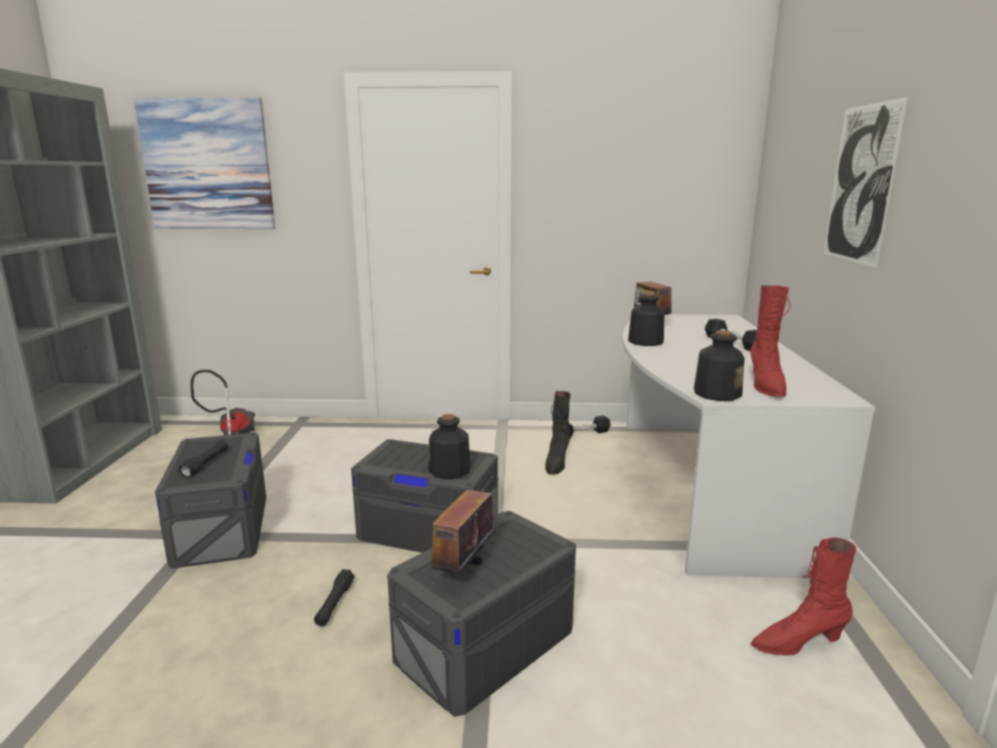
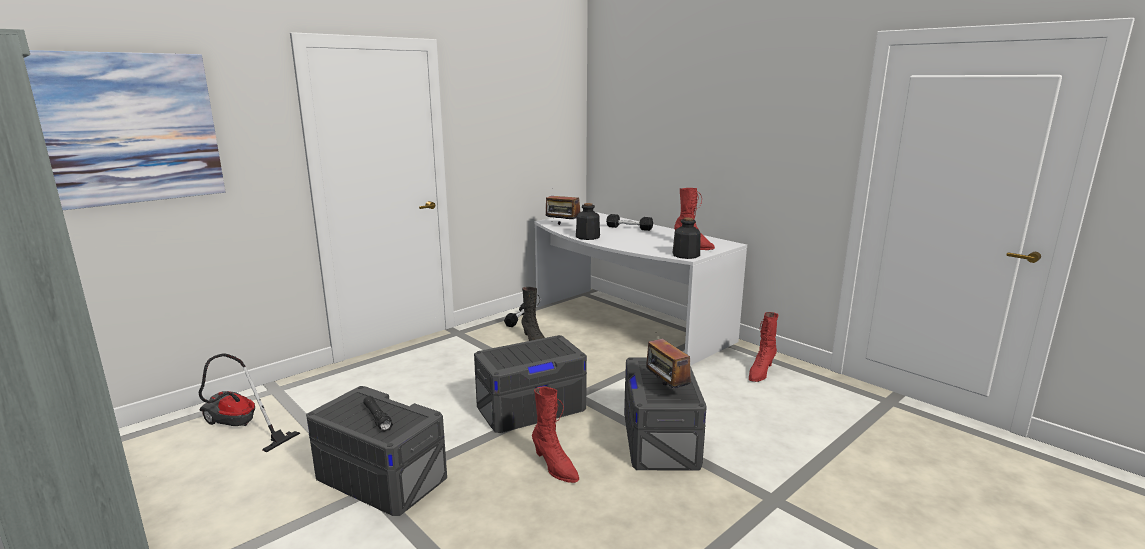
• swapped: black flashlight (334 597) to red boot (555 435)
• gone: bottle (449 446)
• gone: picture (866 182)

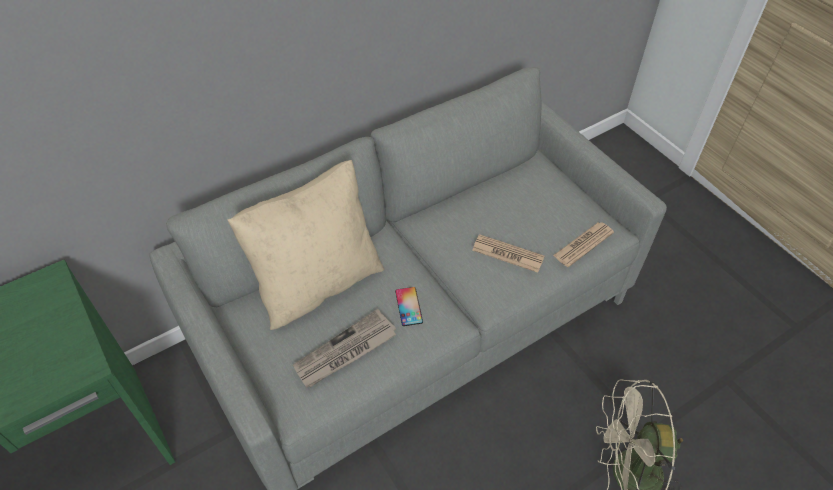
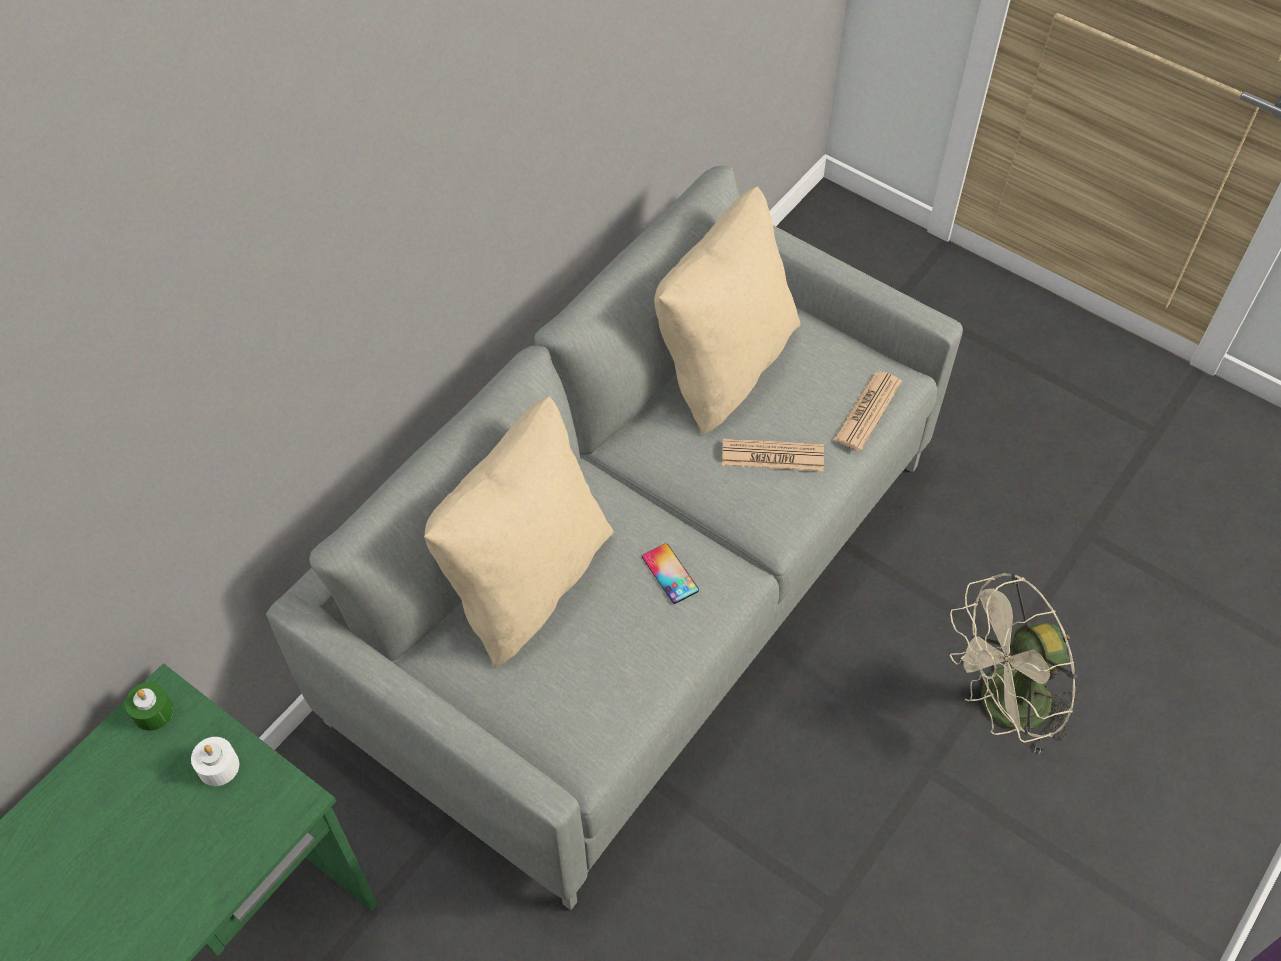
• gone: newspaper (344 348)
• new: green candle (149 706)
• new: white candle (215 761)
• new: beige pillow (727 311)

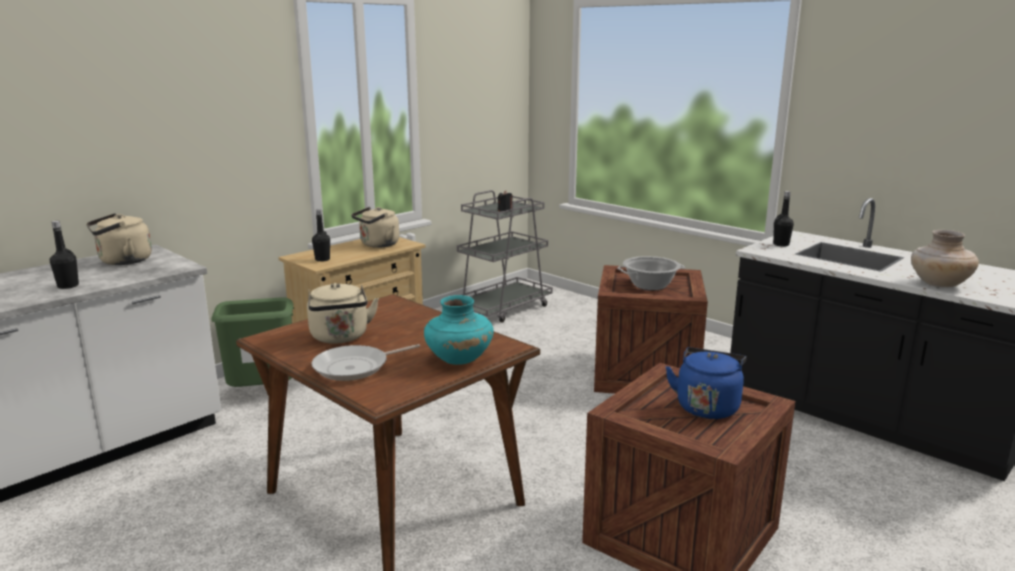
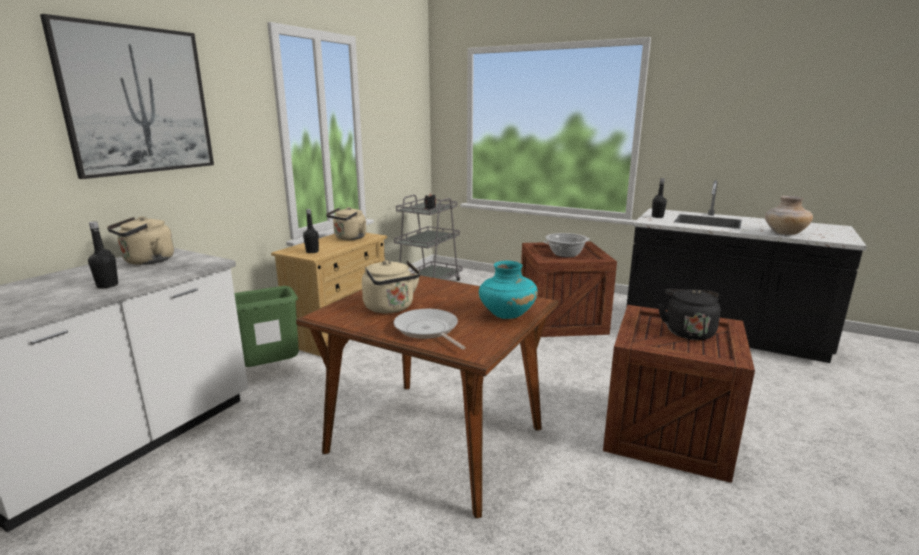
• rotated: frying pan (366 362) = (430 329) 105 degrees clockwise
• repainted: blue kettle (705 383) to black kettle (689 314)
• new: picture (127 96)

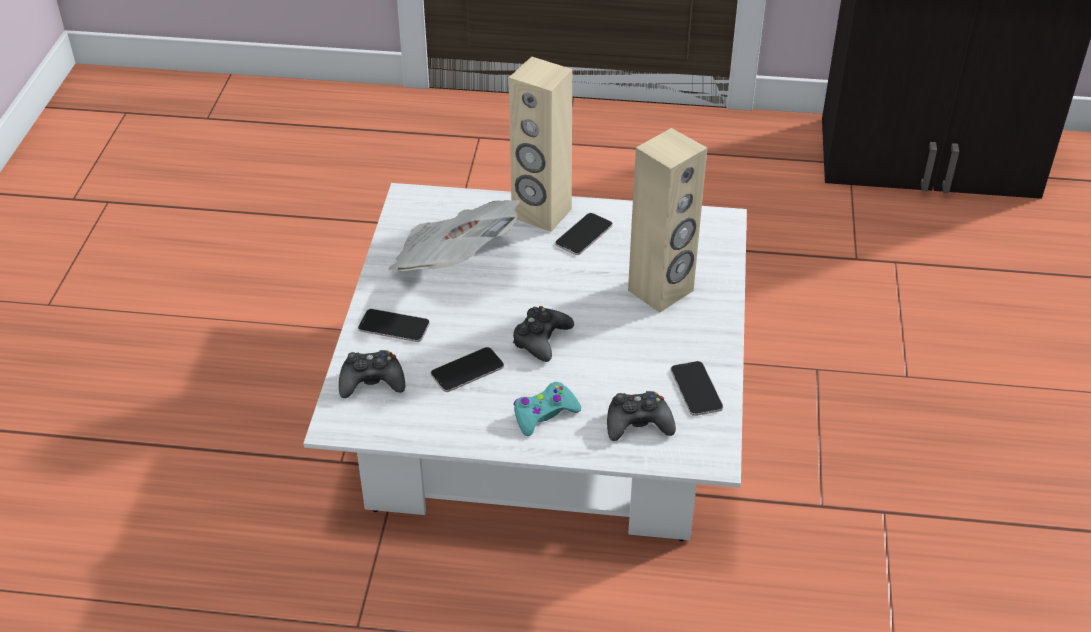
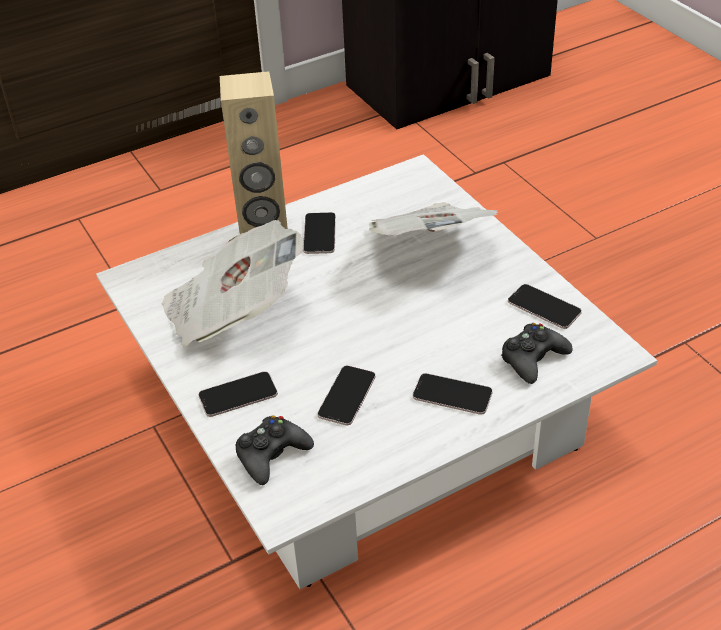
• gone: black game controller (543 334)
• swapped: turquoise game controller (547 409) to phone (453 394)
• swapped: beige speaker (667 220) to newspaper (433 218)

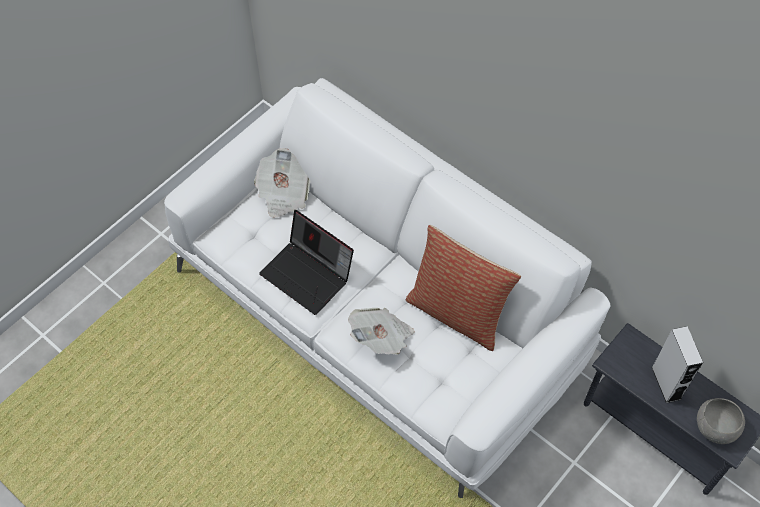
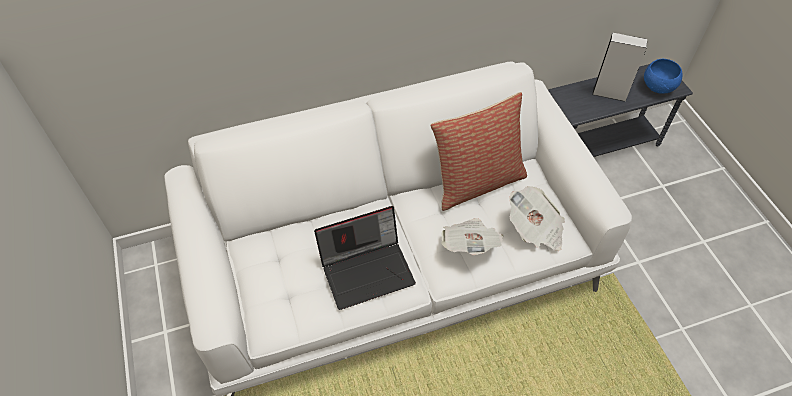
• shifted: newspaper (282 183) to (537 218)
• repainted: grey bowl (721 421) to blue bowl (663 76)

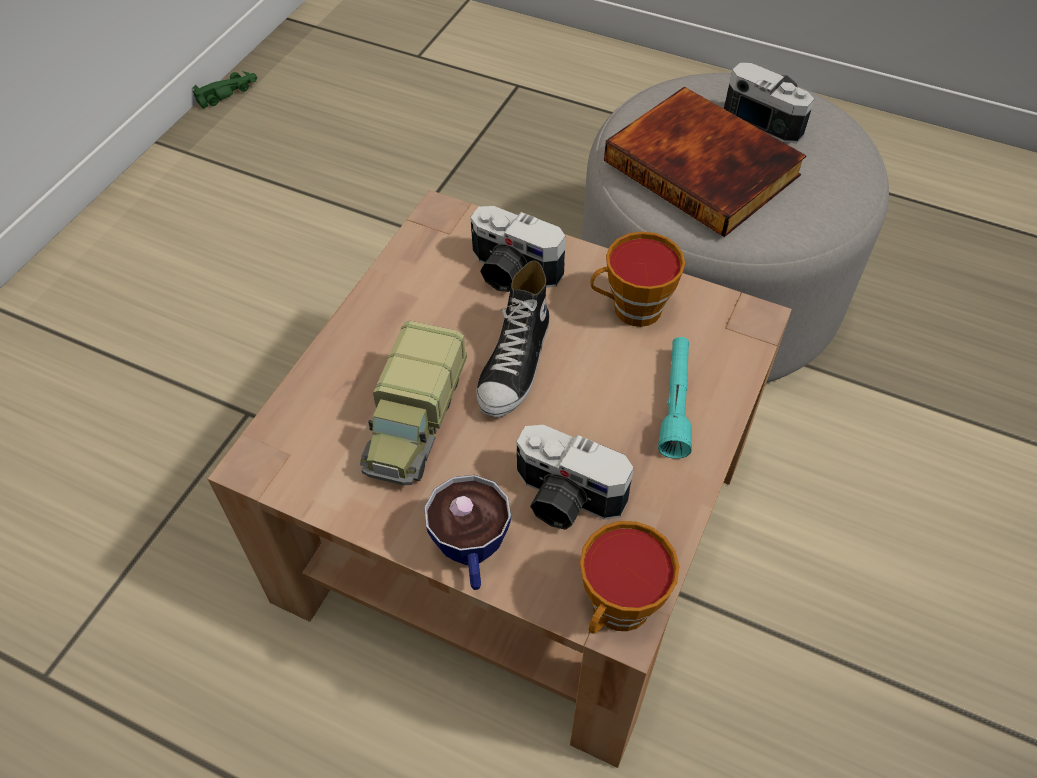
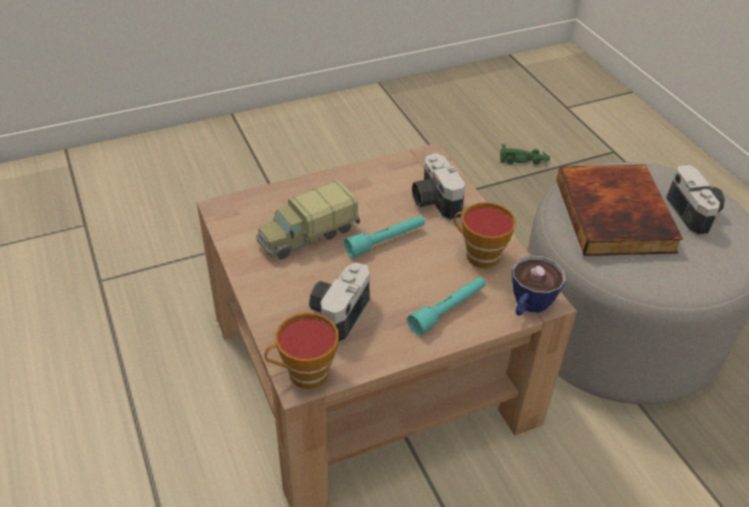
• shifted: green toy car (225 90) to (525 154)
• shifted: cup (467 532) to (539 285)
• swapped: shoe (513 339) to turquoise flashlight (384 236)
• rotated: photo camera (575 477) = (339 303) 45 degrees clockwise

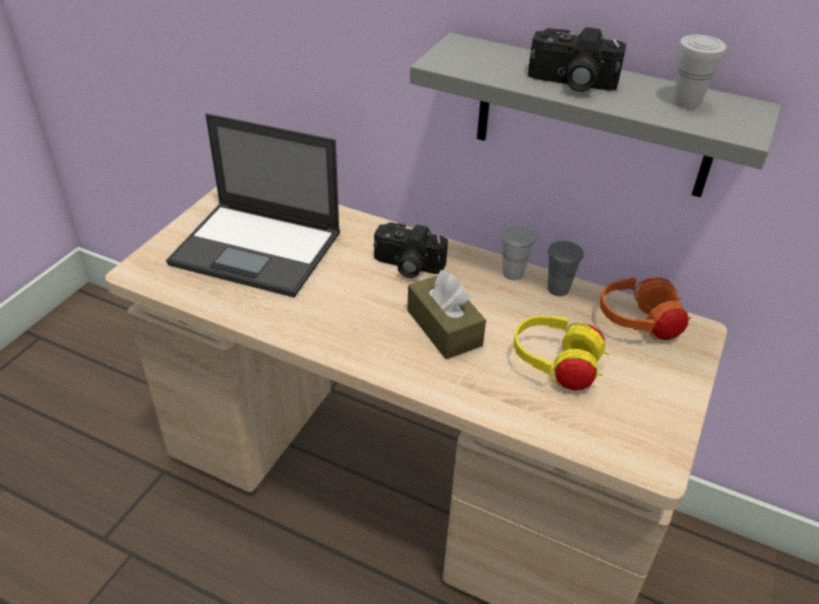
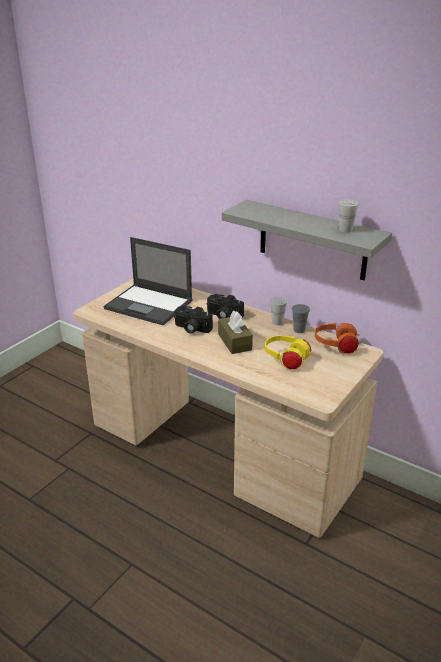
• shifted: photo camera (577 59) to (193 320)

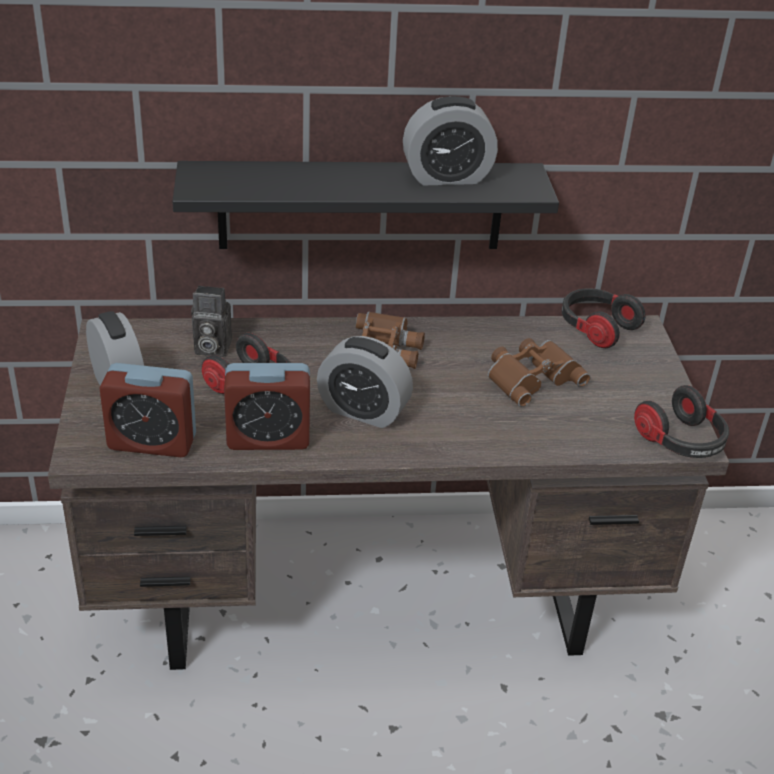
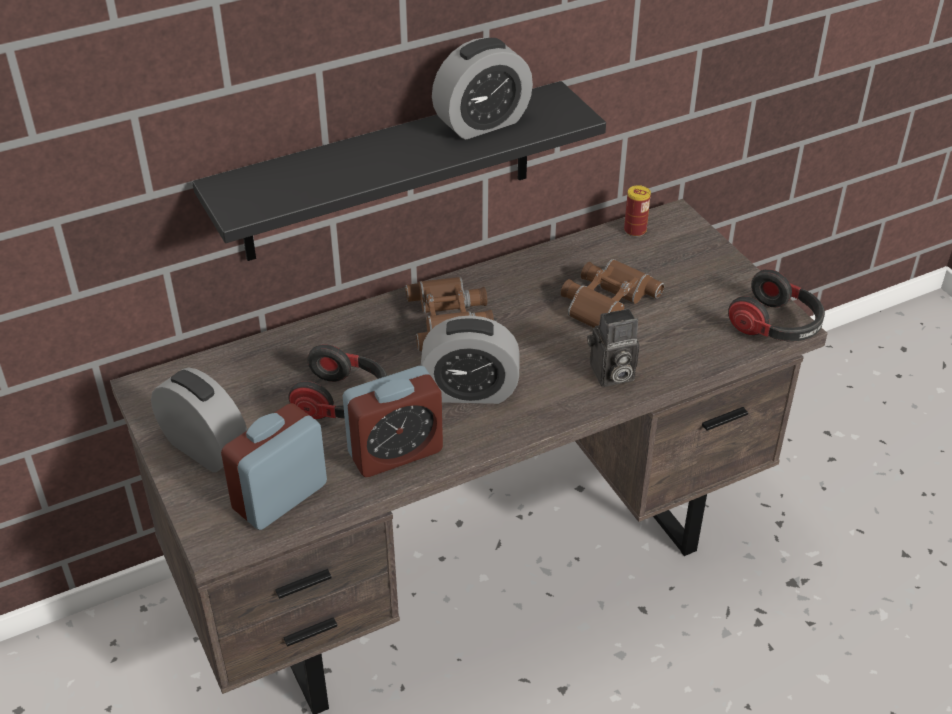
• rotated: alarm clock (148 410) = (274 466) 150 degrees clockwise
• shifted: photo camera (211 321) to (613 347)
• swapped: headphones (604 318) to can (637 211)

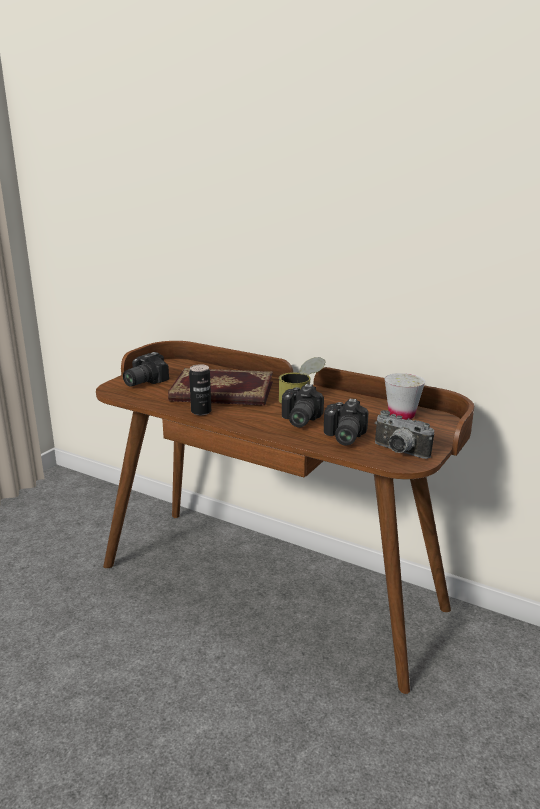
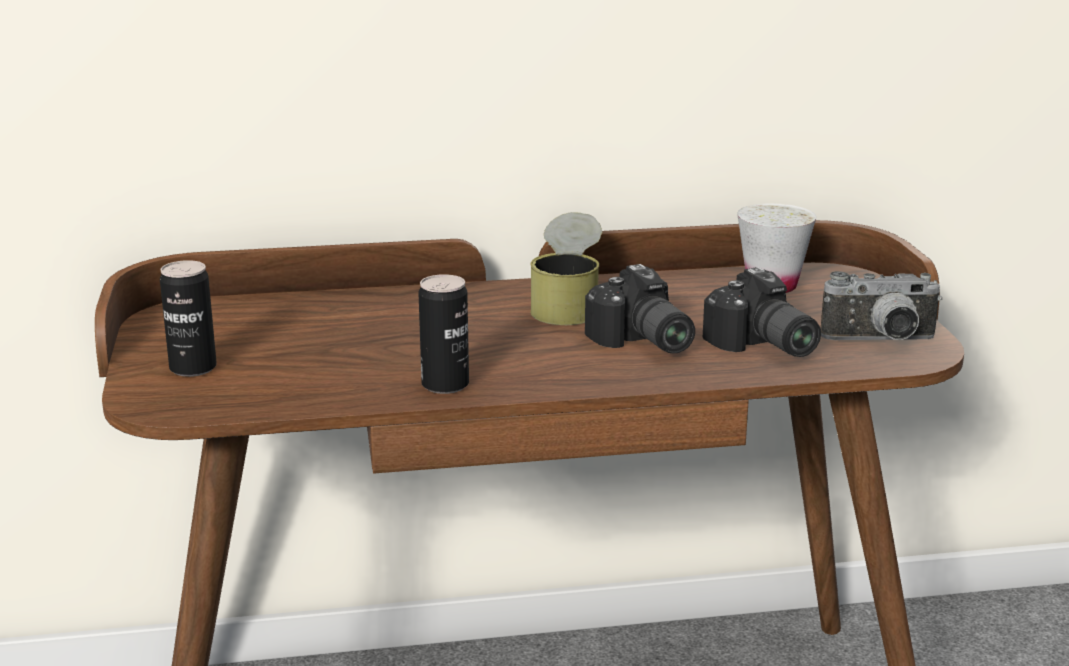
• swapped: photo camera (146 369) to can (188 318)
• gone: book (220 387)

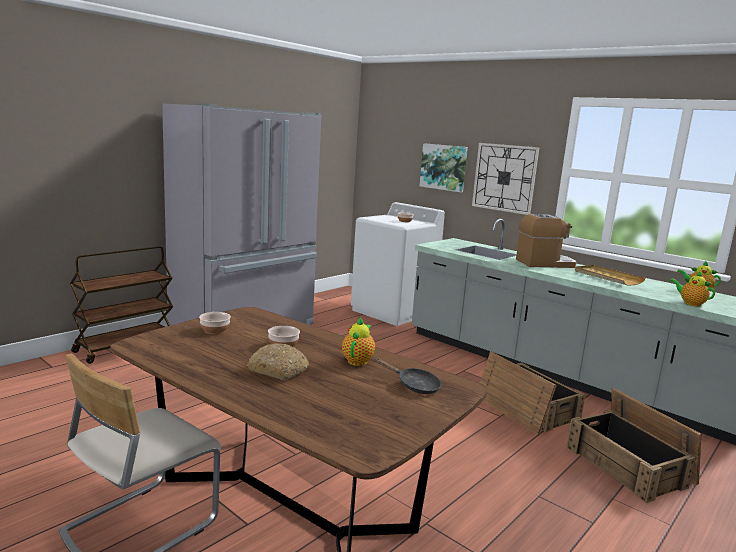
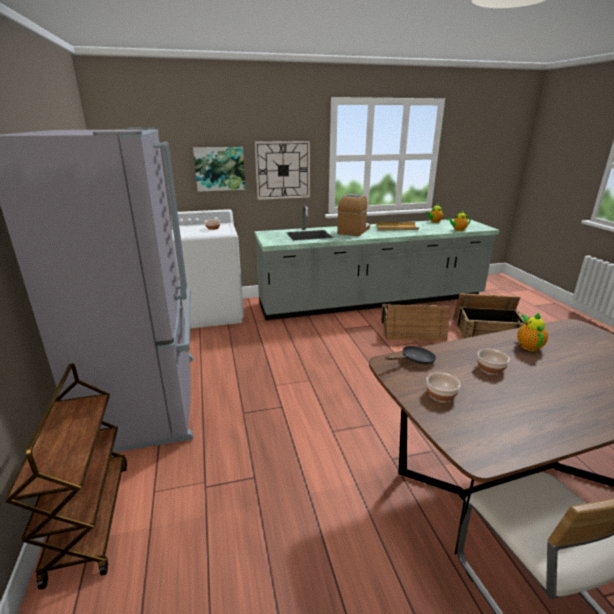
• gone: bread (278 361)
• rotated: teapot (358 341) = (532 332) 45 degrees clockwise
• shifted: black frying pan (408 376) to (410 355)

